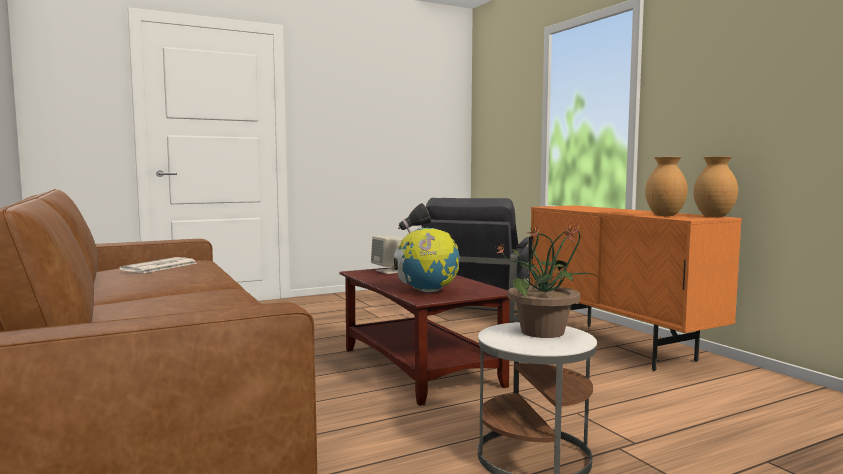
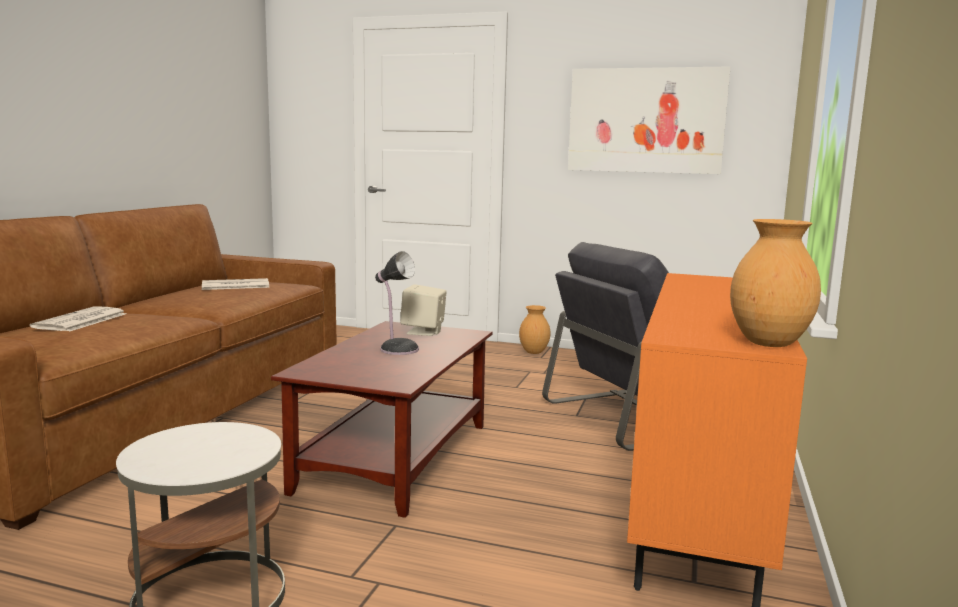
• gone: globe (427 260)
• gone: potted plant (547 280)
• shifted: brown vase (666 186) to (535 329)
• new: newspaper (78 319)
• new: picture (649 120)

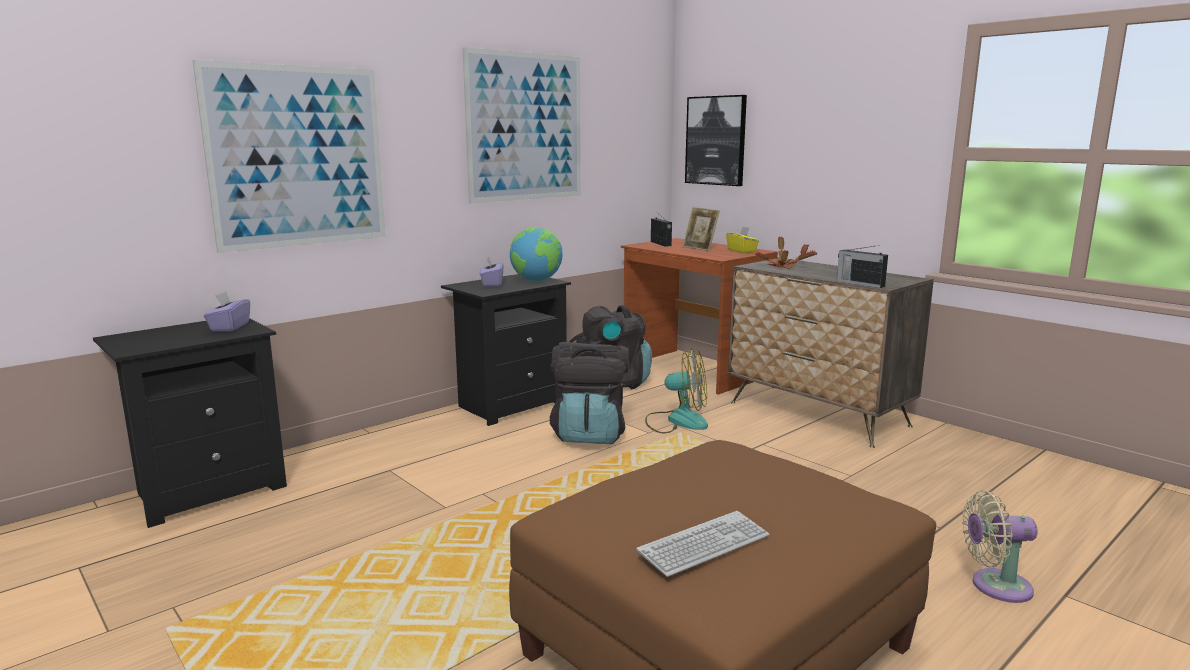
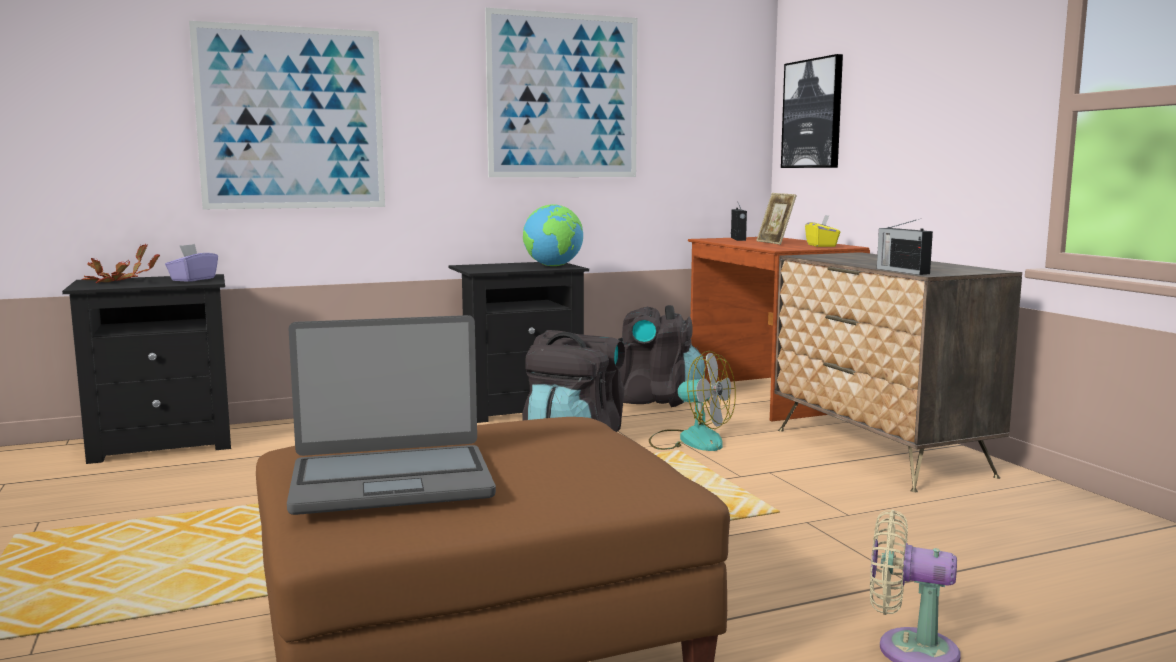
• gone: purple tissue box (491 271)
• swapped: keyboard (702 544) to laptop (391 415)
• shifted: potted plant (786 252) to (121 263)

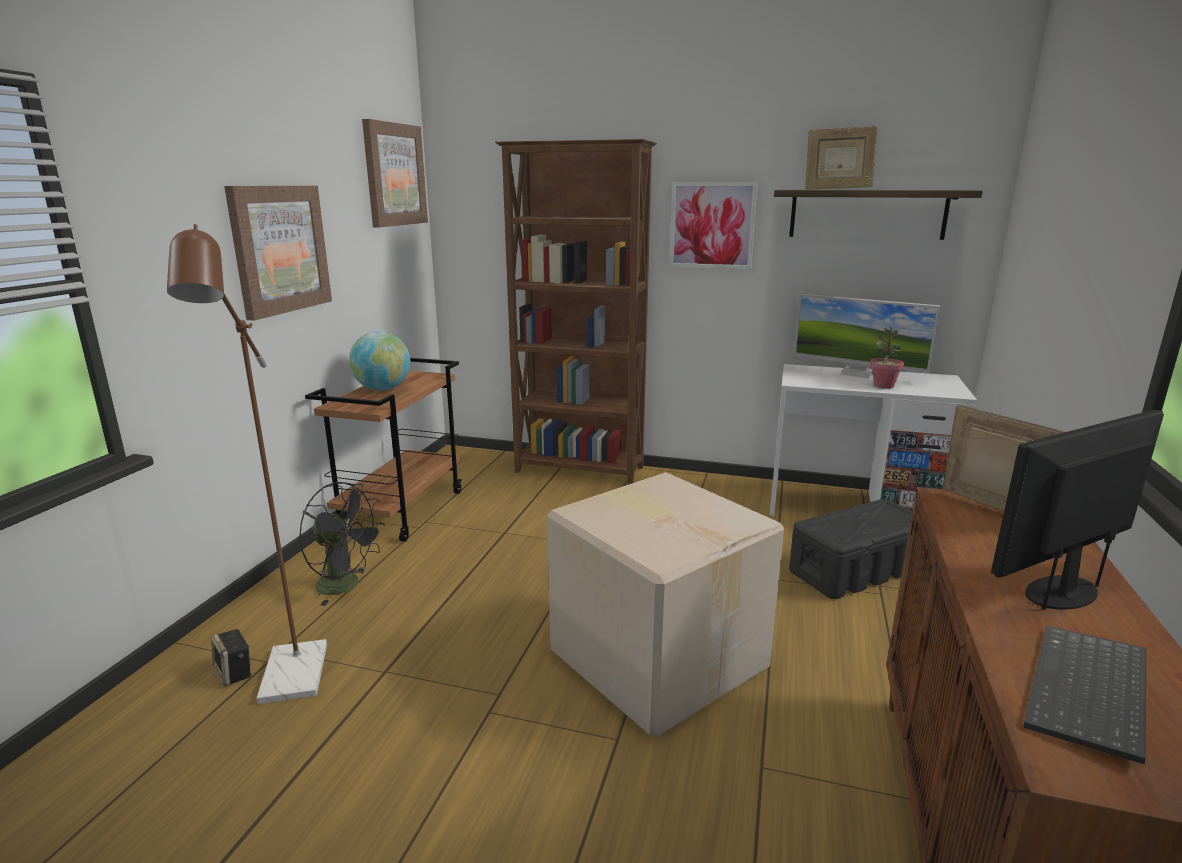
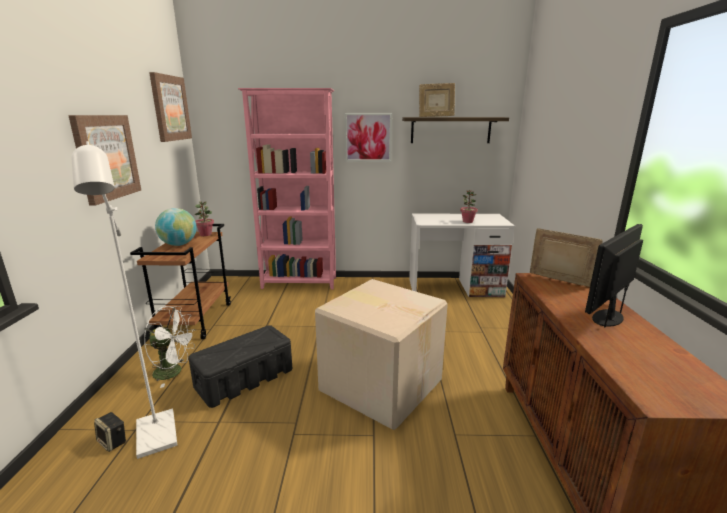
• repainted: brown floor lamp (247 464) to white floor lamp (124 300)
• repainted: black fan (342 544) to white fan (170 347)
• repainted: brown bookcase (576 312) to pink bookcase (287 188)
• shifted: black storage box (850 549) to (240 366)
• gone: monitor (867 336)
• gone: keyboard (1084 694)
• new: potted plant (204 218)

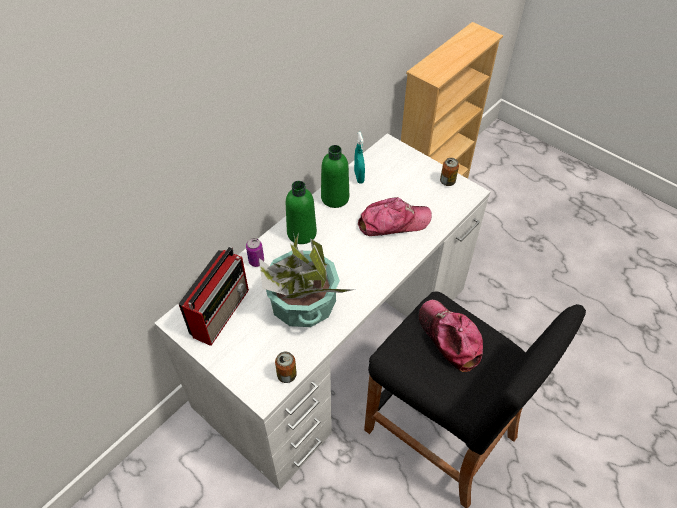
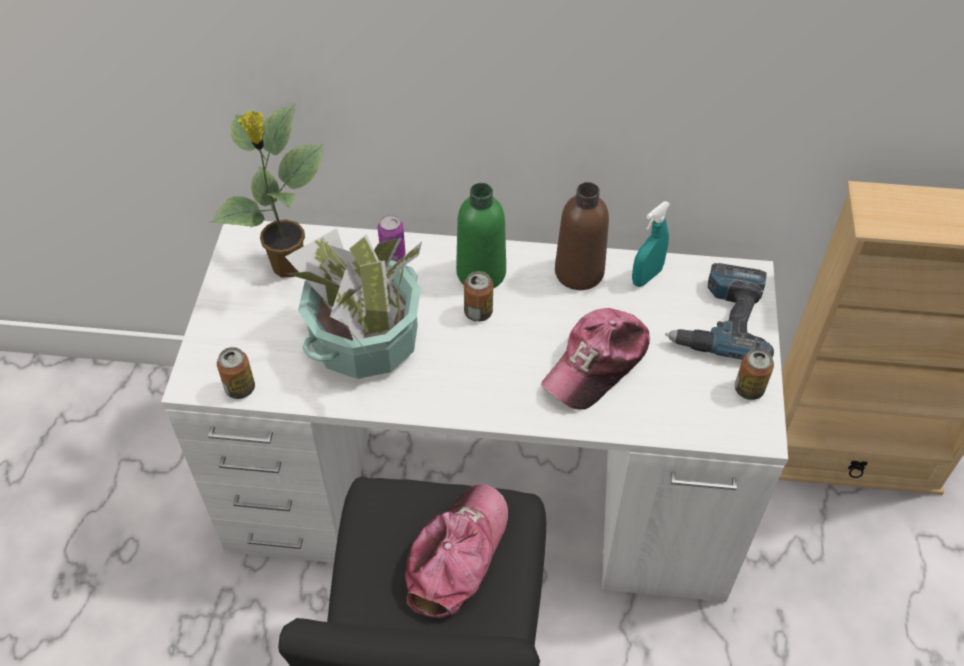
• swapped: radio (214 296) to potted plant (267 190)
• repainted: green bottle (335 176) to brown bottle (582 236)
• rotated: cap (395 216) = (595 359) 90 degrees clockwise
• new: can (478 296)
• new: power drill (719 311)

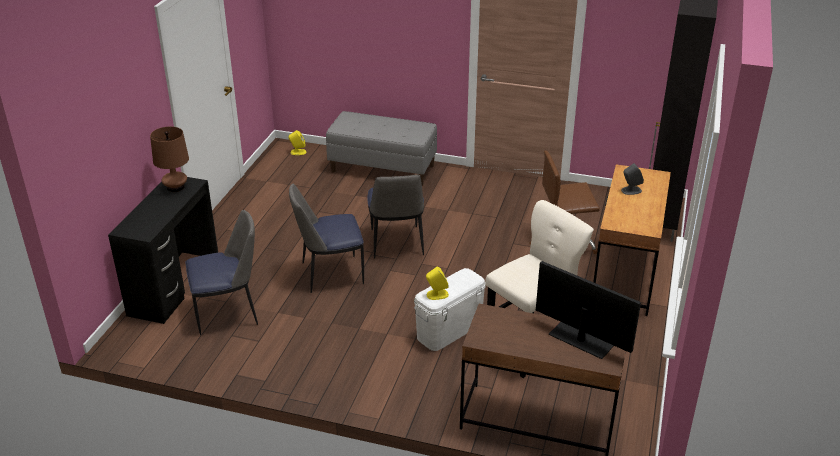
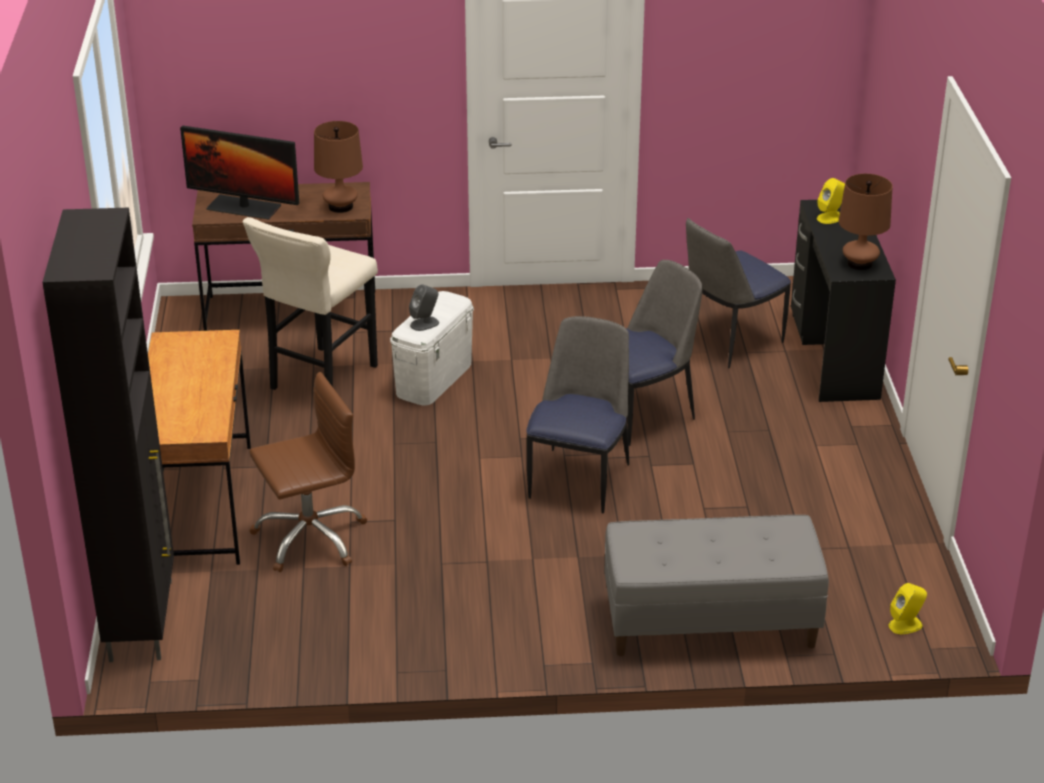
• rotated: chair (395 216) = (577 414) 45 degrees clockwise
• shifted: yellow speaker (437 283) to (831 201)
• shifted: grey speaker (632 179) to (424 307)
• new: brown table lamp (338 167)

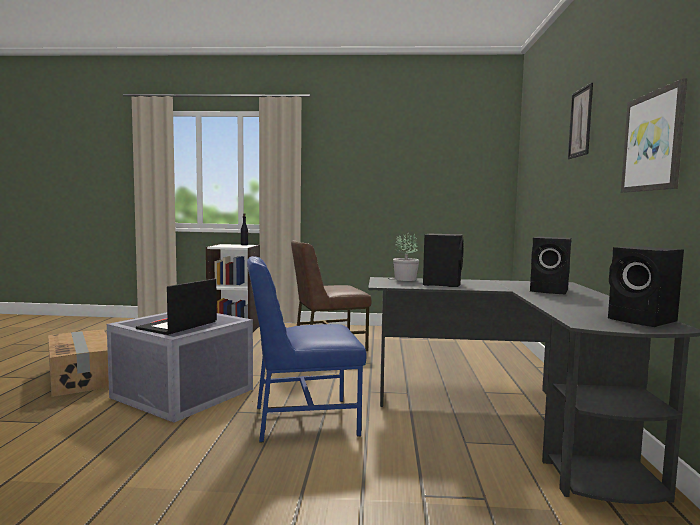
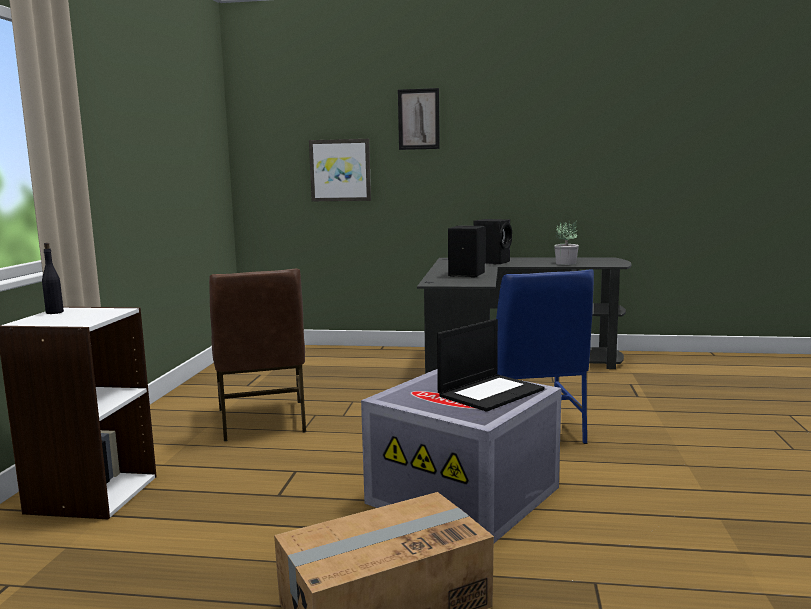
• rotated: laptop (176 307) = (490 365) 75 degrees counterclockwise
• shifted: potted plant (406 257) to (566 243)
• gone: black speaker (646 286)
• shifted: picture (654 135) to (340 170)

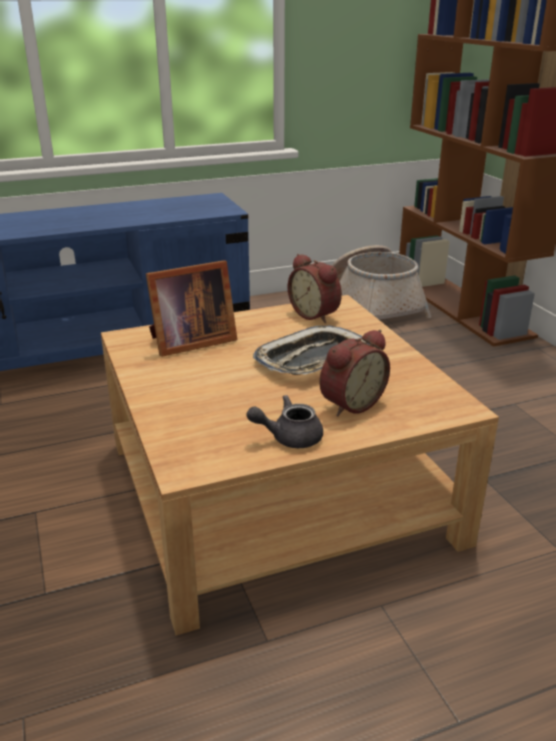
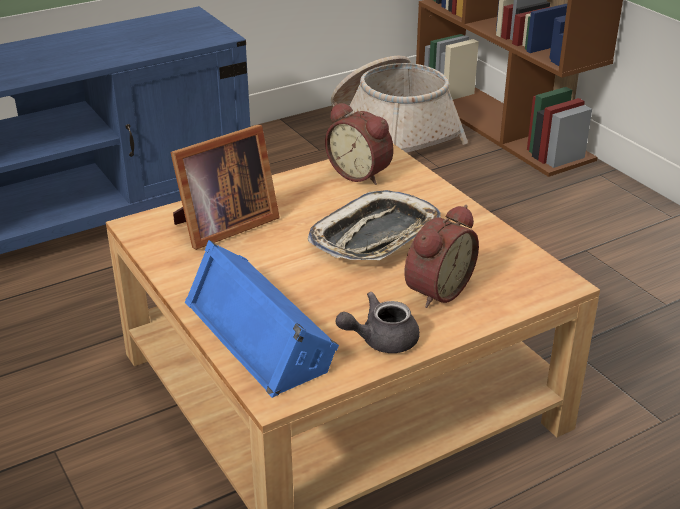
• new: blue speaker (262 319)

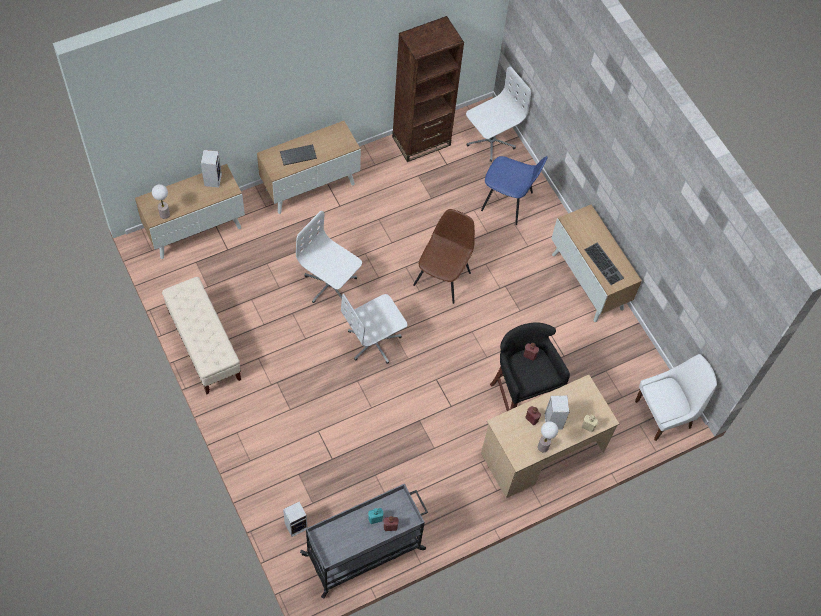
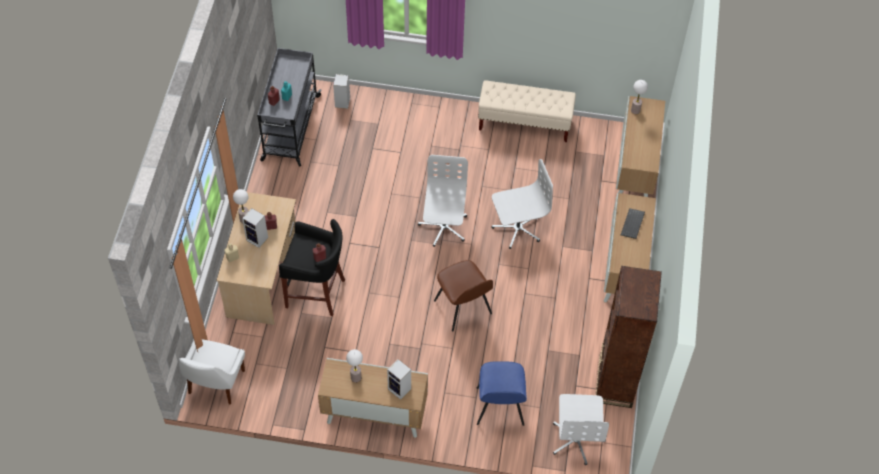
• shifted: speaker (211 169) to (399 379)
• rotated: blue chair (514 190) = (502 393) 60 degrees counterclockwise
• swapped: keyboard (604 264) to table lamp (354 365)

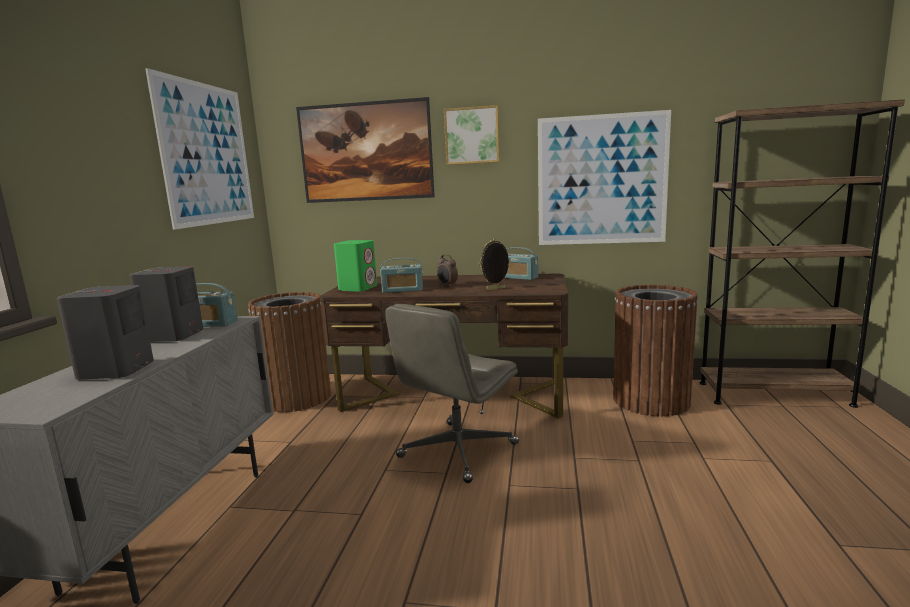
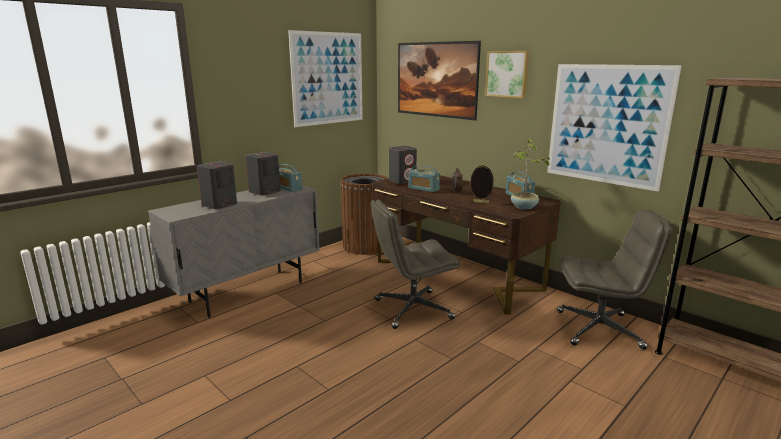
• repainted: green speaker (355 266) to grey speaker (403 165)
• swapped: brown trash can (655 350) to grey office chair (614 279)
• new: potted plant (530 174)

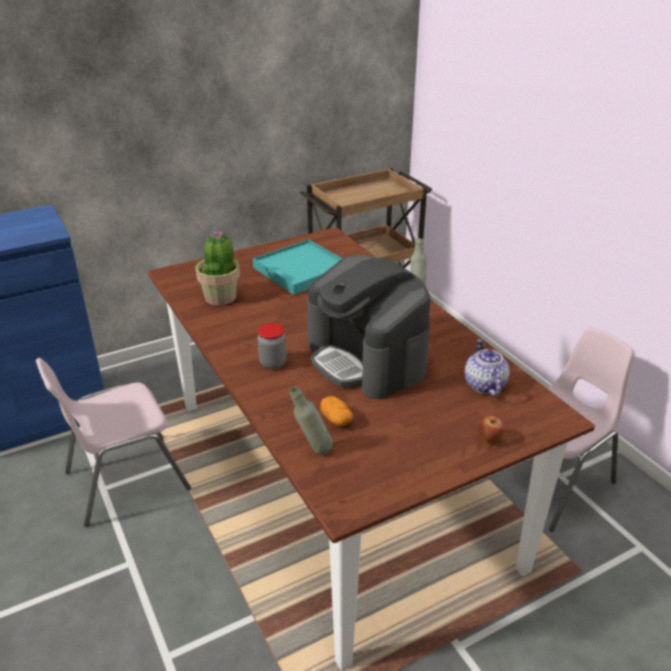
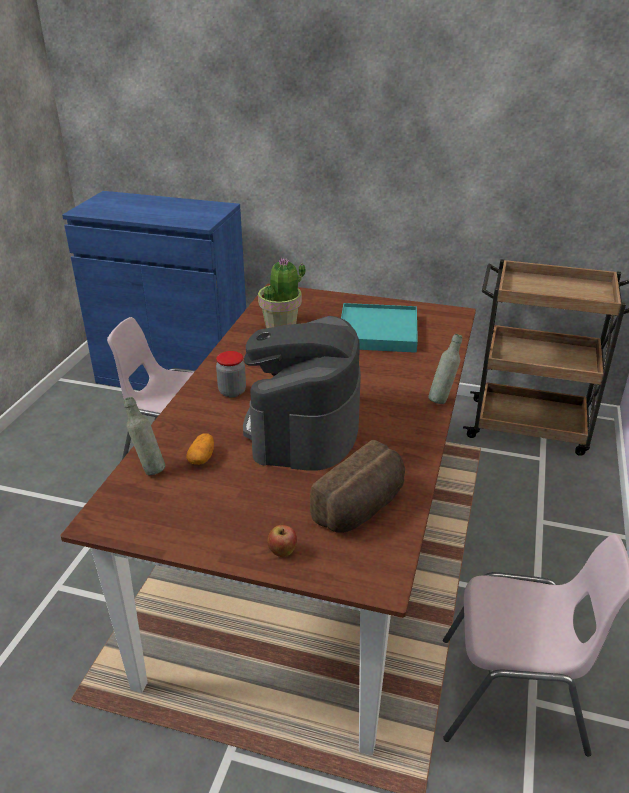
• swapped: teapot (487 368) to bread (357 486)

